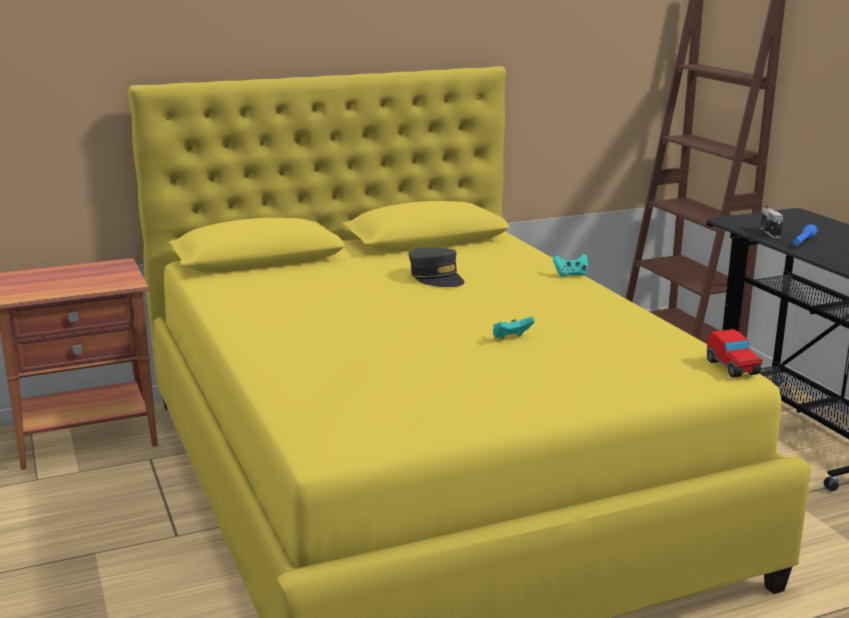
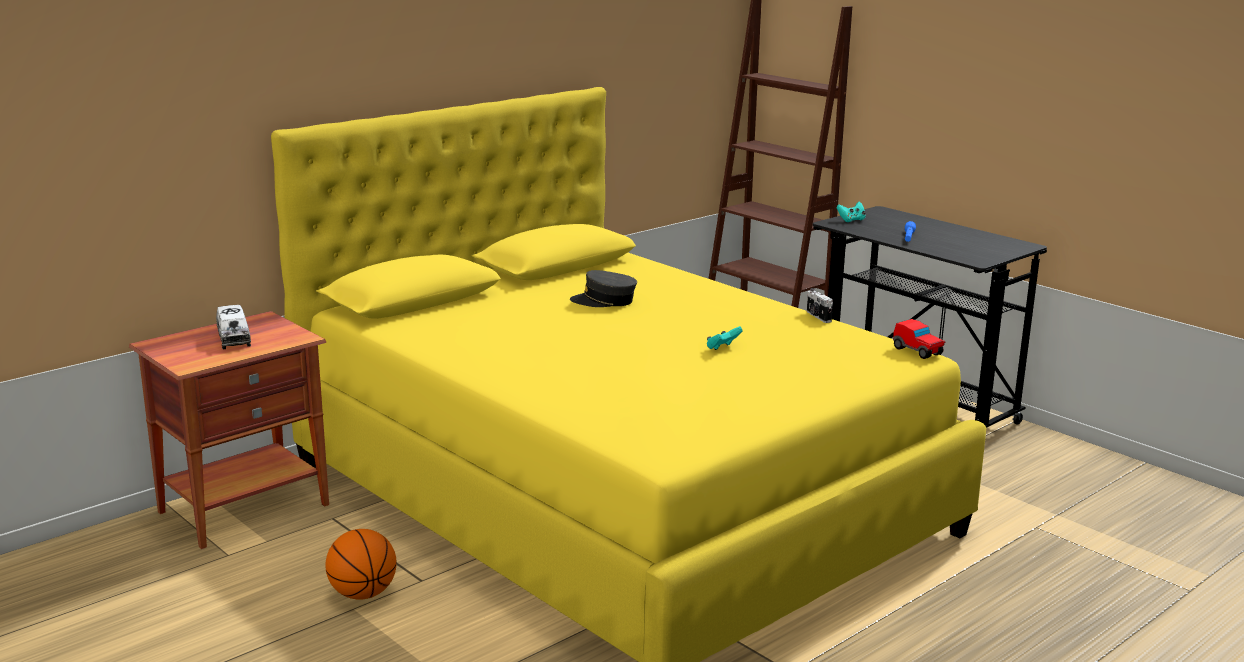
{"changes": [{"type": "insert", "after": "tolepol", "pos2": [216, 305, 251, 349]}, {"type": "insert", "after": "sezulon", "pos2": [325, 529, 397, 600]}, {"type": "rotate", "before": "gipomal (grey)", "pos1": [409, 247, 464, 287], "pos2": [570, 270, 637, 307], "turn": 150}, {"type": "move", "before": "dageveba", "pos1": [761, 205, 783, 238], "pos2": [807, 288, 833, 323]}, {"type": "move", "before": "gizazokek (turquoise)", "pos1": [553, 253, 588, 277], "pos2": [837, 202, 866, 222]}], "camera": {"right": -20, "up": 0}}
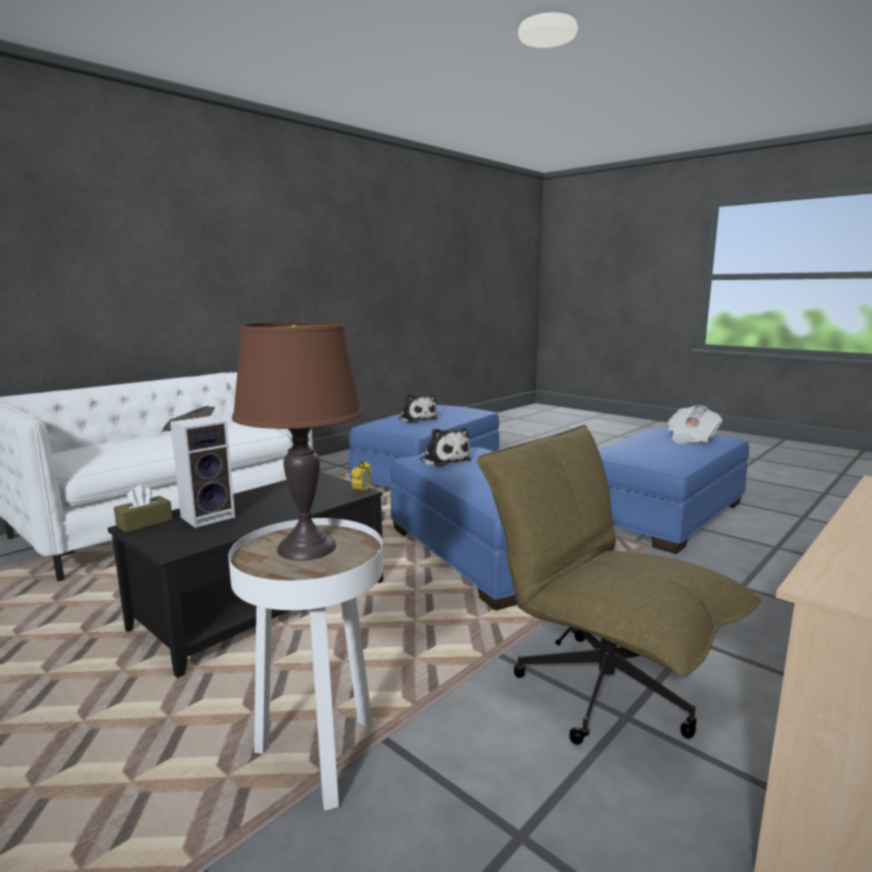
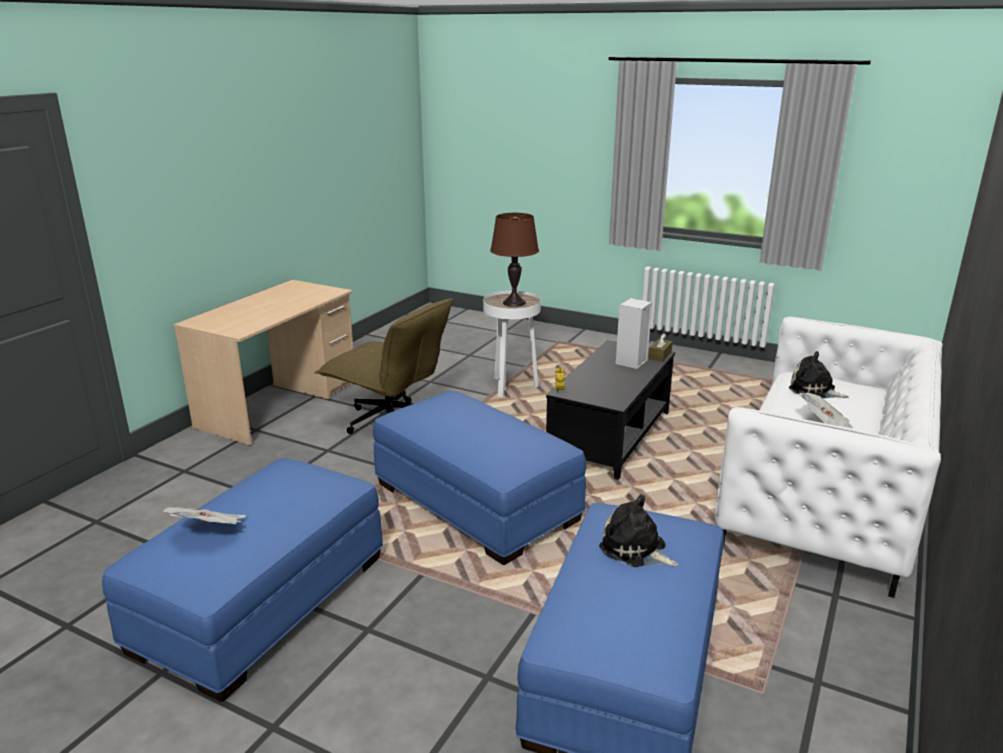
{"changes": [{"type": "move", "before": "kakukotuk", "pos1": [420, 428, 472, 467], "pos2": [789, 351, 849, 398]}], "camera": {"right": 165, "up": 10}}
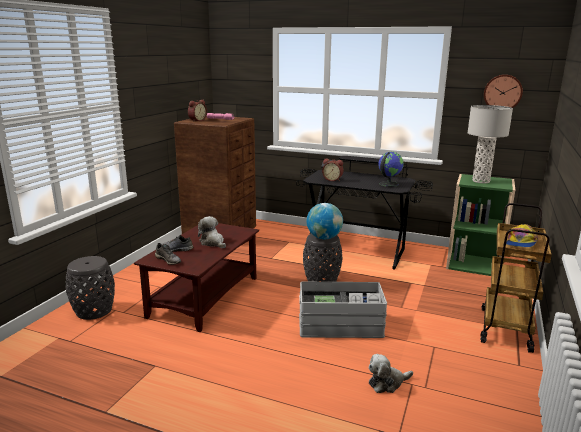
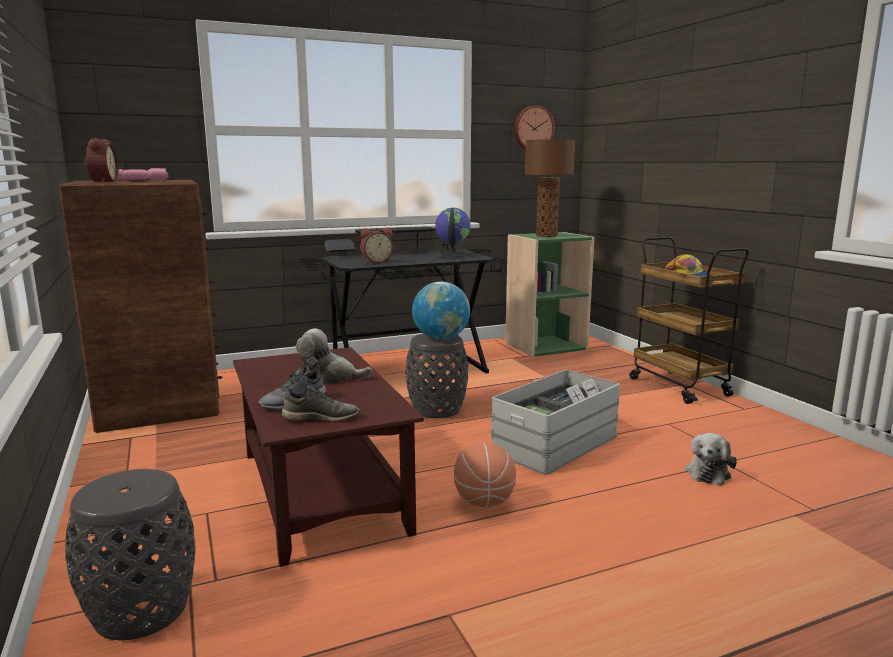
{"changes": [{"type": "insert", "after": "sezulon", "pos2": [454, 443, 516, 507]}, {"type": "recolor", "before": "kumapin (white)", "after": "kumapin (brown)", "pos1": [468, 105, 513, 183], "pos2": [525, 139, 575, 237]}], "camera": {"right": -45, "up": -5}}
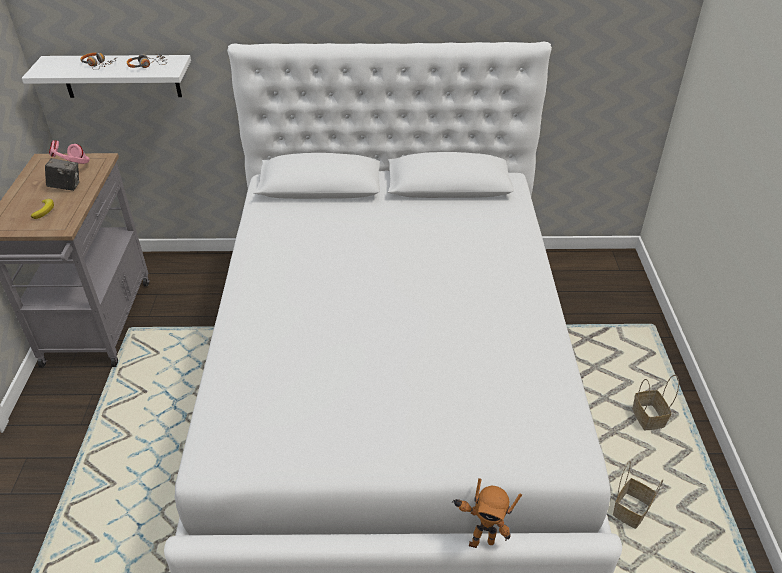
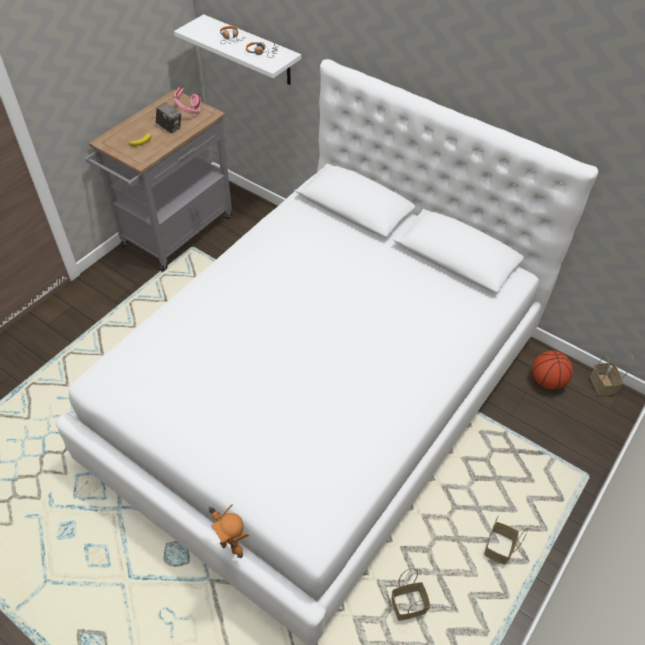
{"changes": [{"type": "insert", "after": "sezulon", "pos2": [532, 350, 573, 390]}, {"type": "insert", "after": "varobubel", "pos2": [590, 353, 633, 396]}], "camera": {"right": 35, "up": 10}}
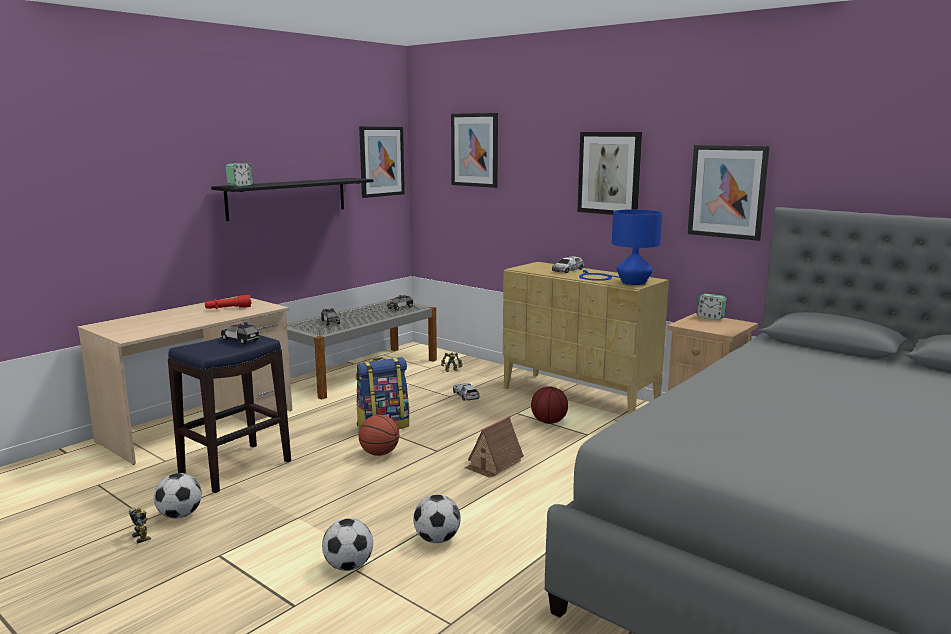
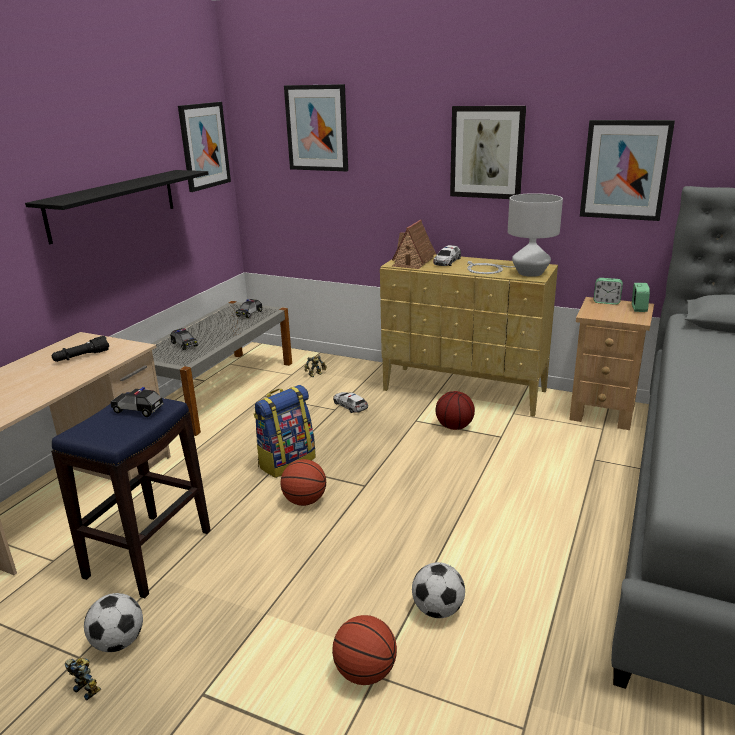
{"changes": [{"type": "recolor", "before": "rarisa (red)", "after": "rarisa (black)", "pos1": [205, 295, 251, 309], "pos2": [52, 336, 109, 362]}, {"type": "replace", "before": "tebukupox", "after": "sezulon", "pos1": [322, 518, 373, 571], "pos2": [332, 615, 397, 685]}, {"type": "move", "before": "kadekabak", "pos1": [465, 416, 524, 478], "pos2": [392, 220, 436, 269]}, {"type": "recolor", "before": "kumapin (blue)", "after": "kumapin (white)", "pos1": [579, 209, 662, 285], "pos2": [467, 193, 563, 277]}, {"type": "move", "before": "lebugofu", "pos1": [226, 163, 253, 187], "pos2": [632, 283, 650, 312]}], "camera": {"right": -15, "up": 10}}
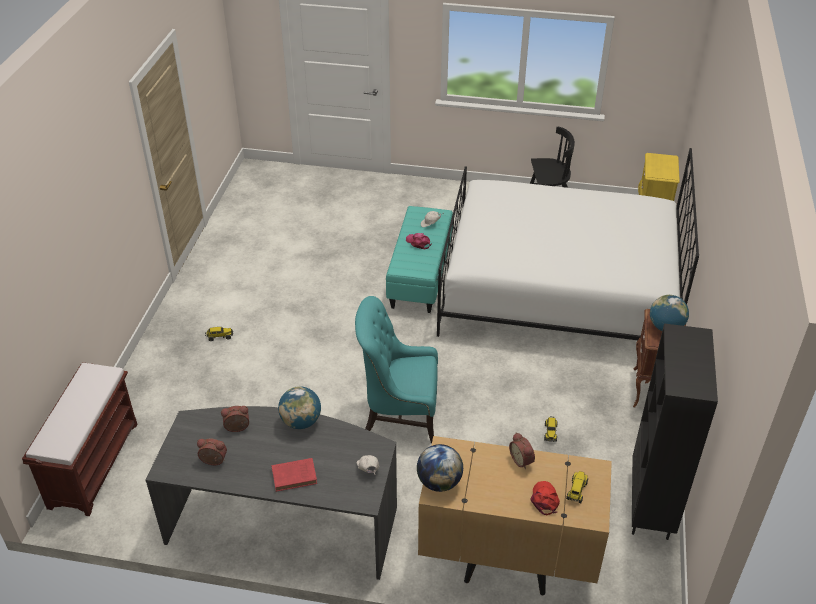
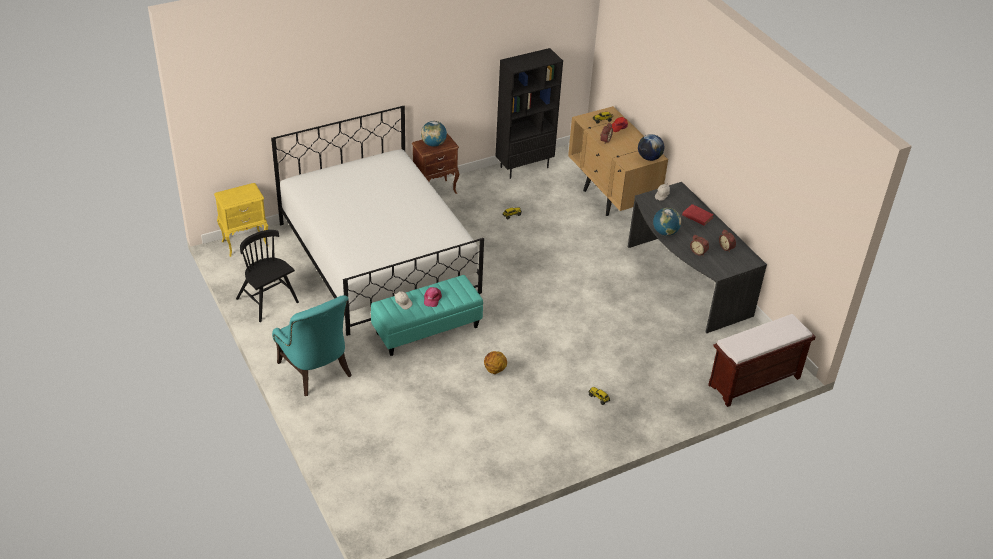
{"changes": [{"type": "move", "before": "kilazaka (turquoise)", "pos1": [355, 296, 438, 443], "pos2": [272, 295, 352, 396]}, {"type": "insert", "after": "sezulon", "pos2": [484, 351, 507, 374]}], "camera": {"right": -130, "up": 0}}
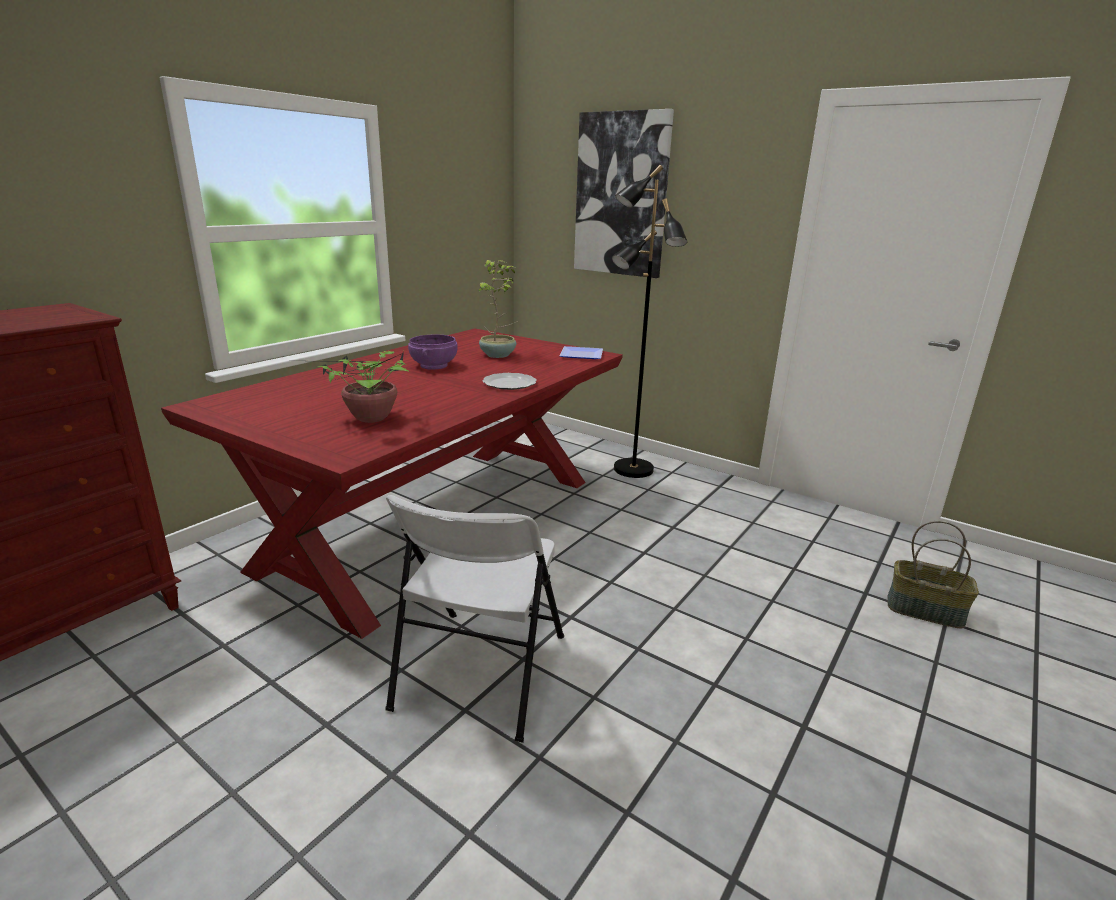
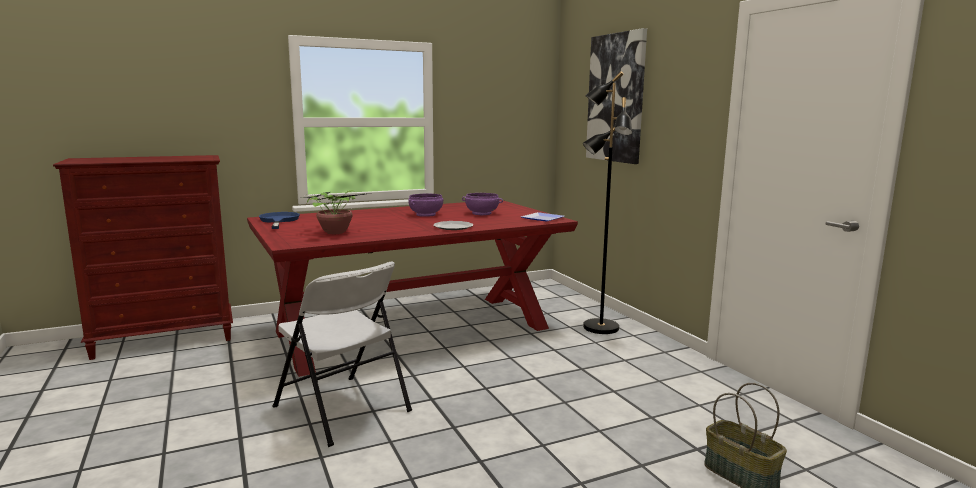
{"changes": [{"type": "insert", "after": "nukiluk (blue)", "pos2": [259, 212, 300, 229]}, {"type": "rotate", "before": "kilazaka (white)", "pos1": [385, 495, 564, 743], "pos2": [273, 261, 412, 447], "turn": -90}, {"type": "replace", "before": "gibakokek", "after": "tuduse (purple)", "pos1": [475, 260, 518, 358], "pos2": [462, 193, 503, 215]}], "camera": {"right": 30, "up": -10}}
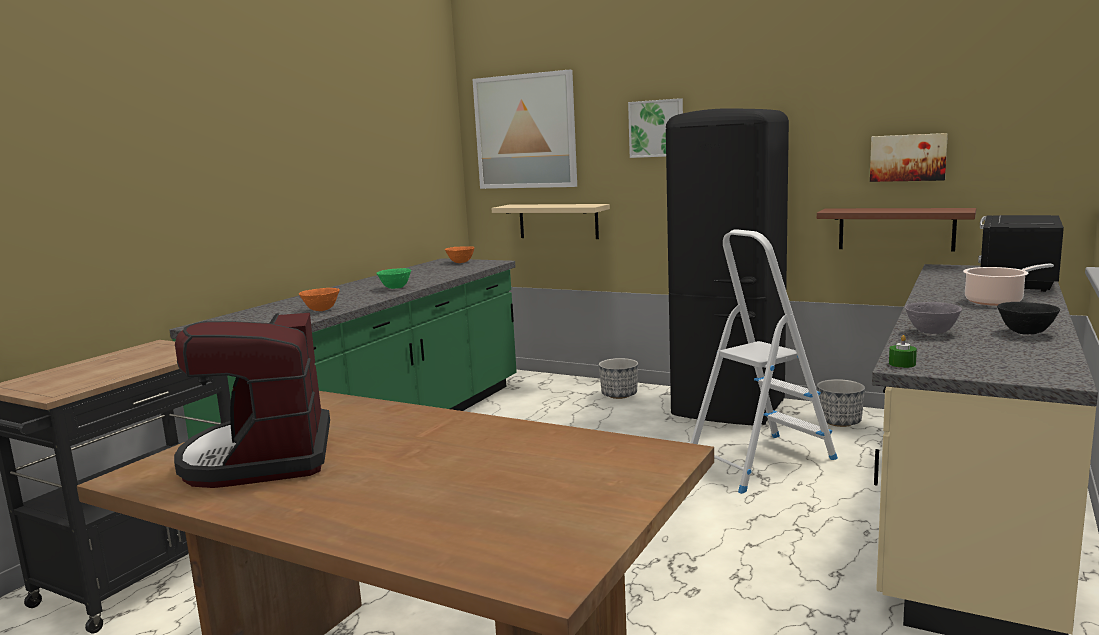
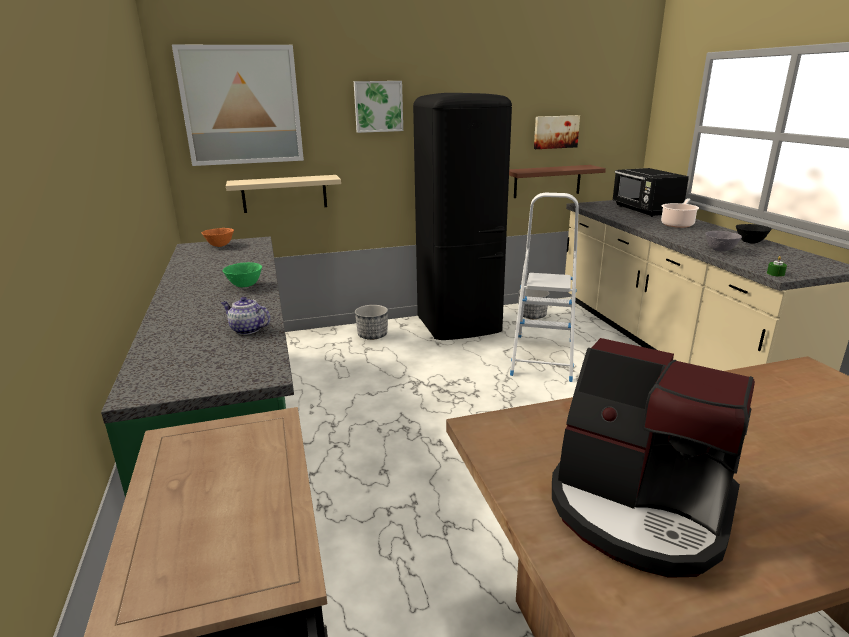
{"changes": [{"type": "replace", "before": "tuduse (orange)", "after": "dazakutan", "pos1": [299, 288, 340, 311], "pos2": [221, 297, 270, 335]}], "camera": {"right": -45, "up": 10}}
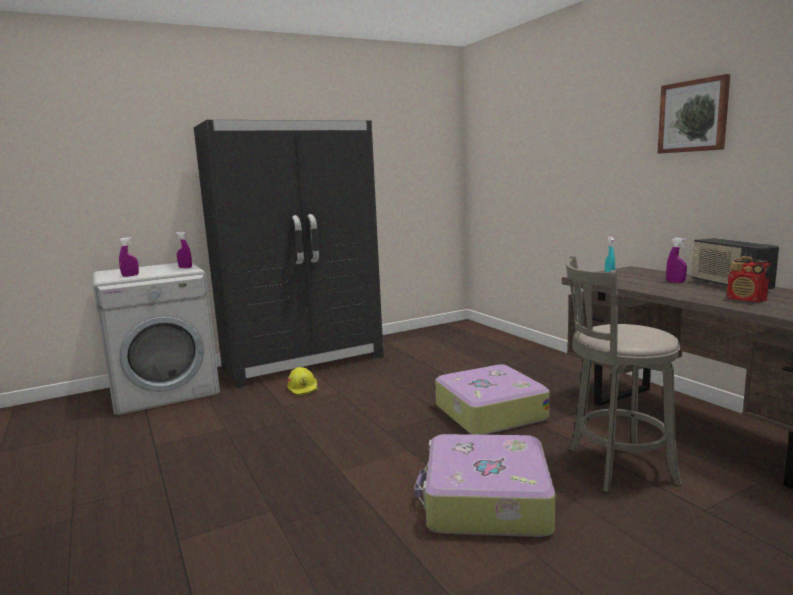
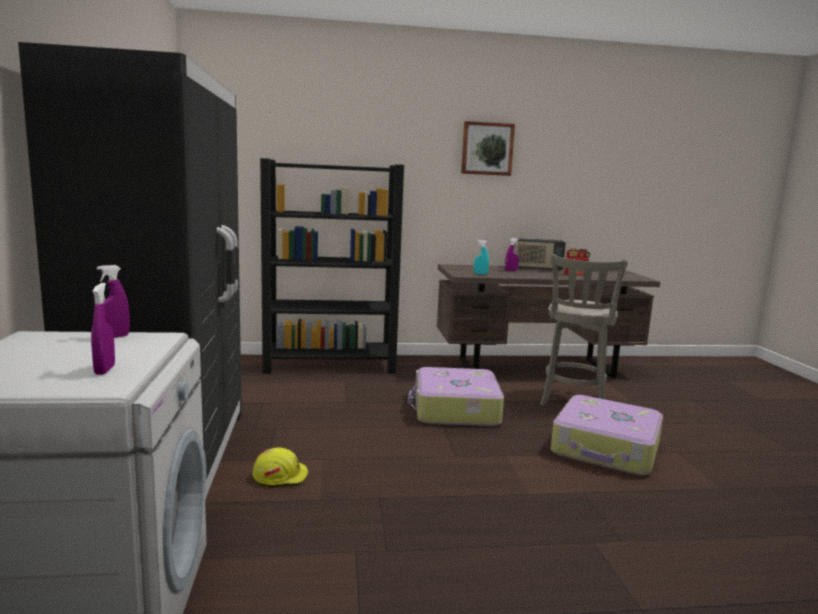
{"changes": [{"type": "insert", "after": "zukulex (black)", "pos2": [260, 158, 404, 374]}], "camera": {"right": -70, "up": 0}}
